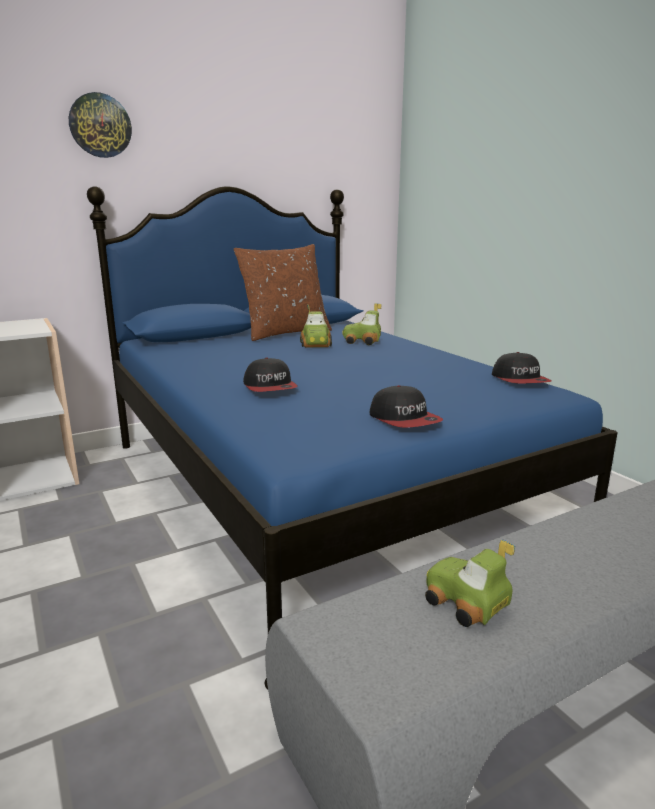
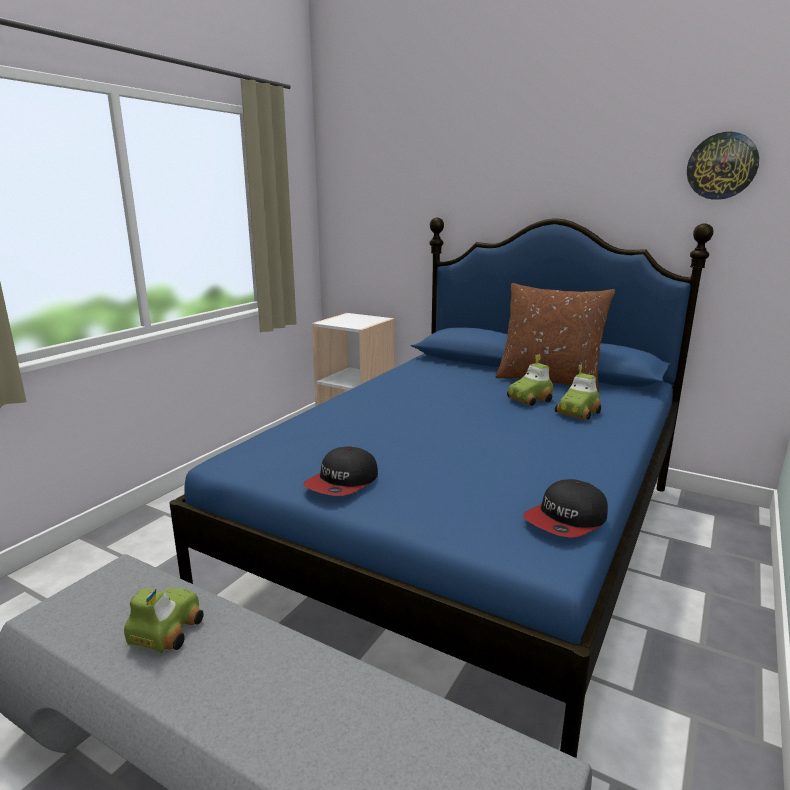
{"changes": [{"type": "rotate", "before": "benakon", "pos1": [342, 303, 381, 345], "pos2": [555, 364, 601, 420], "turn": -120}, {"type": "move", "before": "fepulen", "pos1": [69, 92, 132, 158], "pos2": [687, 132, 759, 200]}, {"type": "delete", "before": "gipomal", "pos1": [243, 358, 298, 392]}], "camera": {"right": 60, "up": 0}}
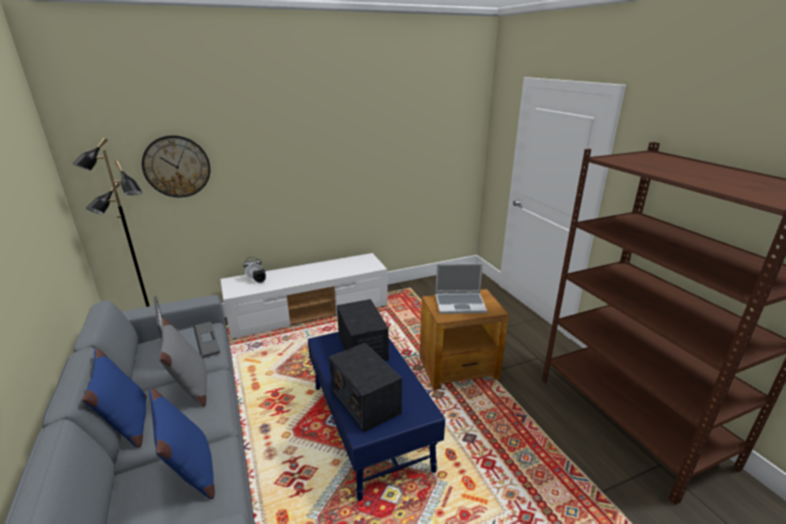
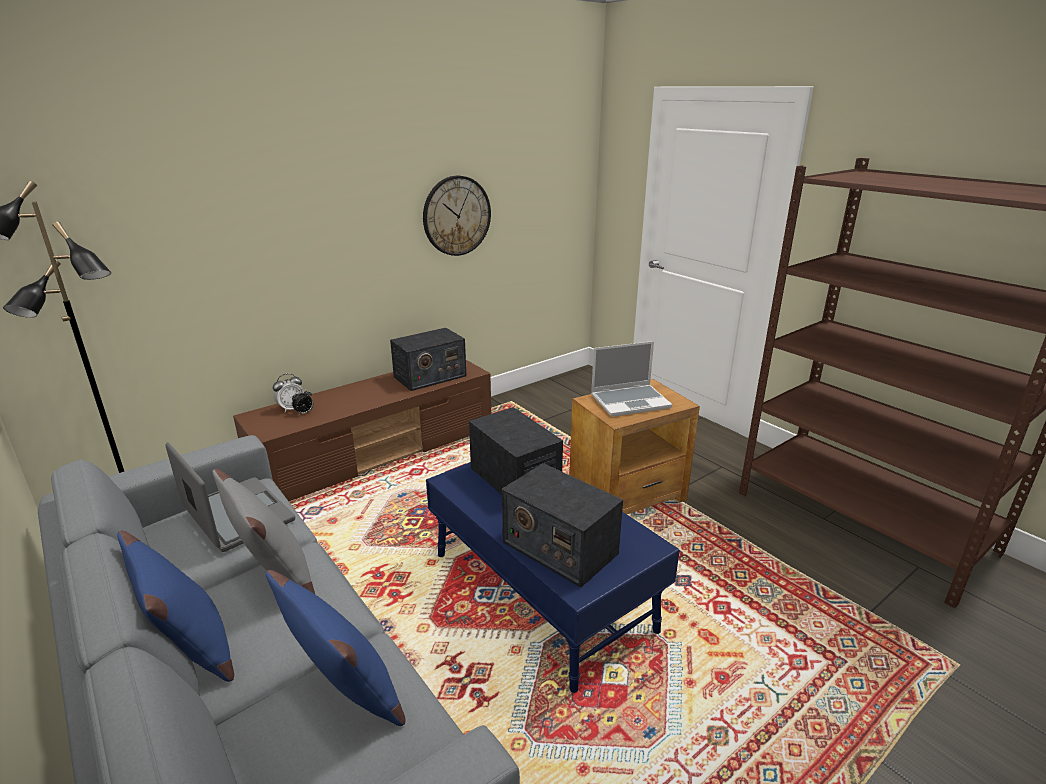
{"changes": [{"type": "recolor", "before": "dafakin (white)", "after": "dafakin (brown)", "pos1": [221, 253, 388, 340], "pos2": [233, 360, 491, 501]}, {"type": "insert", "after": "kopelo", "pos2": [390, 328, 467, 391]}, {"type": "move", "before": "fepulen", "pos1": [142, 135, 210, 198], "pos2": [423, 176, 491, 256]}], "camera": {"right": -15, "up": 0}}
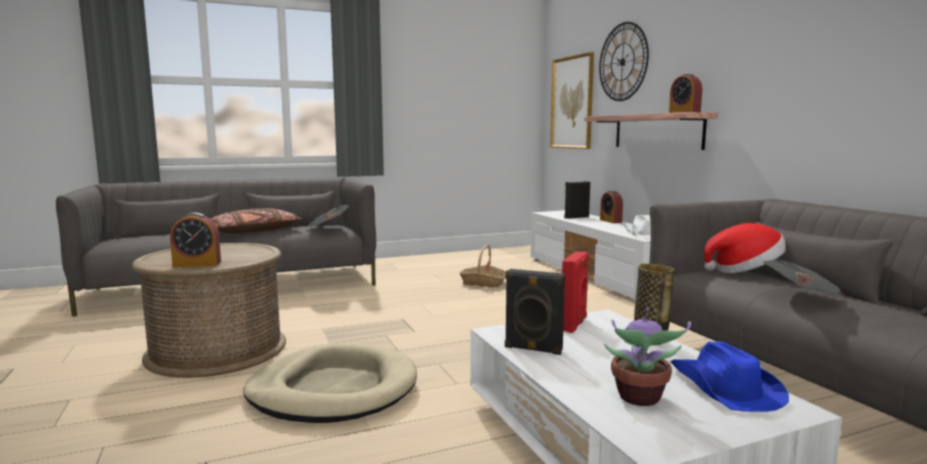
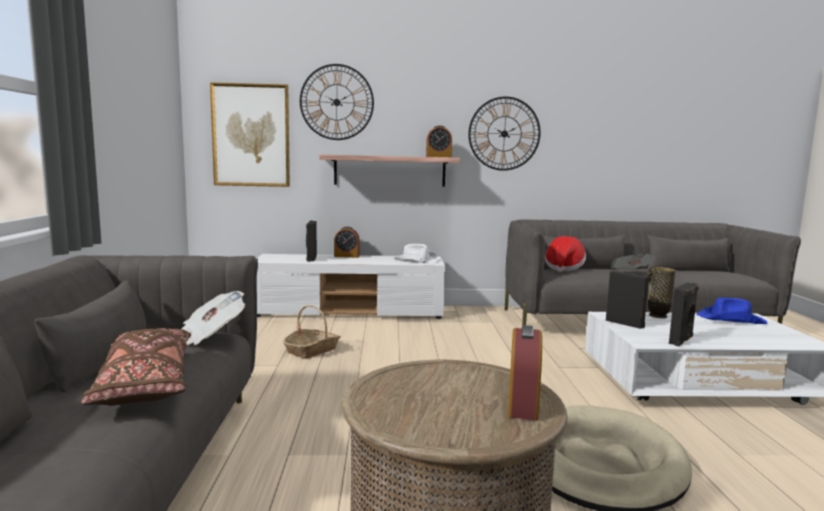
{"changes": [{"type": "insert", "after": "fepulen", "pos2": [468, 97, 540, 171]}, {"type": "recolor", "before": "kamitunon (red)", "after": "kamitunon (black)", "pos1": [562, 251, 589, 333], "pos2": [606, 270, 650, 329]}, {"type": "delete", "before": "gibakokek", "pos1": [604, 307, 691, 406]}], "camera": {"right": -70, "up": 0}}
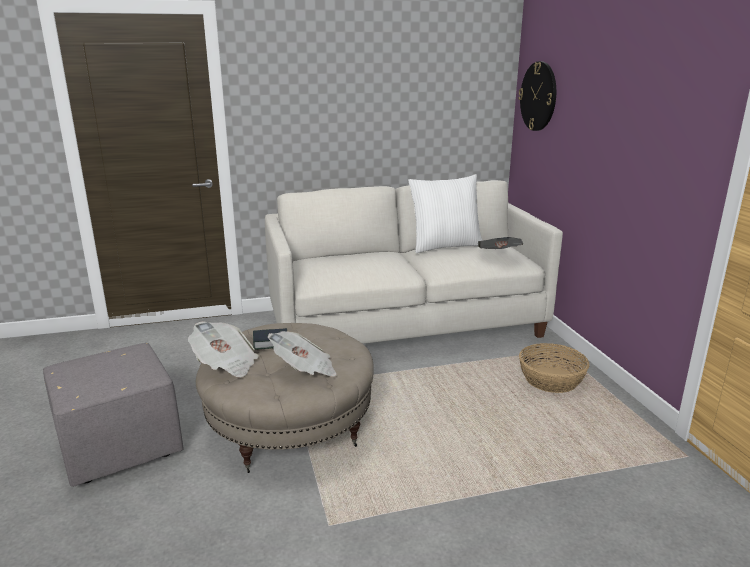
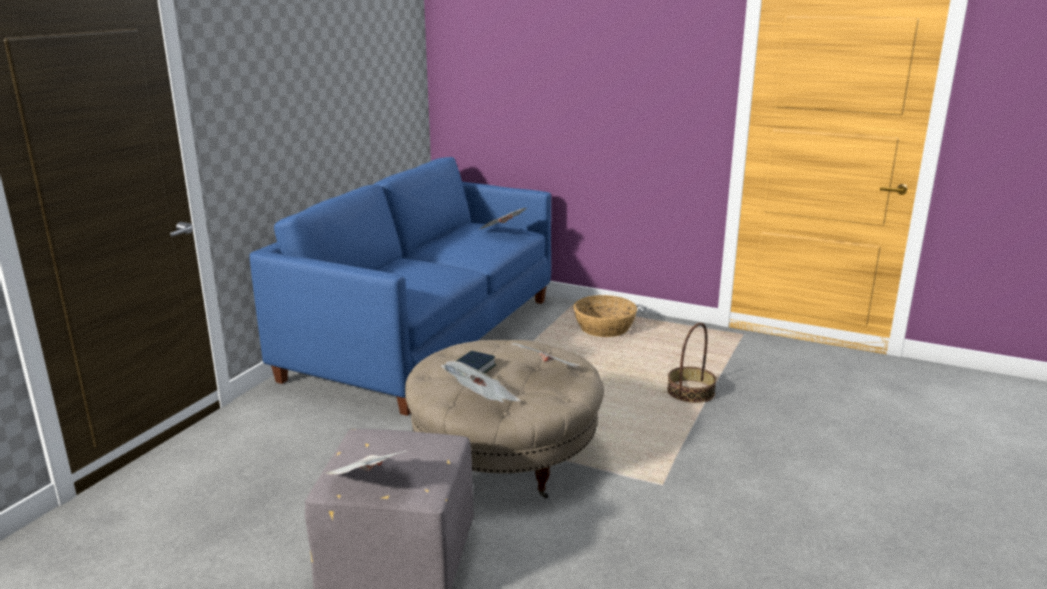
{"changes": [{"type": "recolor", "before": "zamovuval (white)", "after": "zamovuval (blue)", "pos1": [265, 180, 563, 344], "pos2": [250, 157, 551, 416]}, {"type": "insert", "after": "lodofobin", "pos2": [324, 451, 408, 474]}, {"type": "insert", "after": "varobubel", "pos2": [667, 323, 717, 403]}, {"type": "delete", "before": "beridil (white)", "pos1": [408, 174, 483, 253]}, {"type": "delete", "before": "fepulen", "pos1": [518, 61, 556, 131]}], "camera": {"right": -50, "up": 0}}
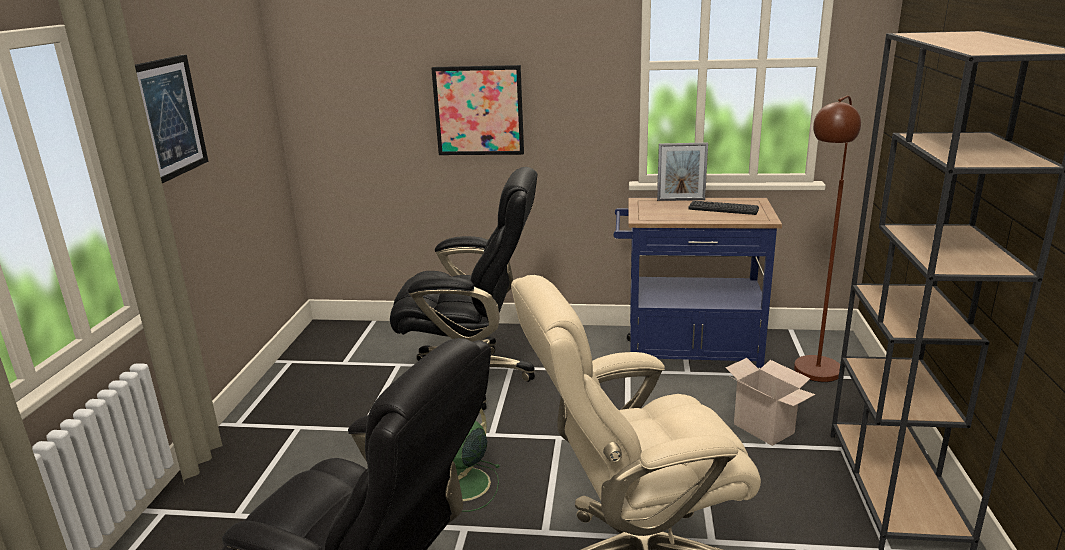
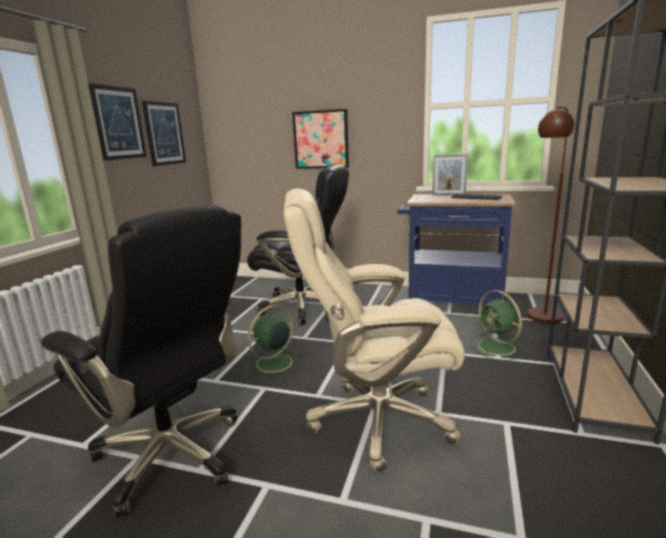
{"changes": [{"type": "insert", "after": "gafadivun", "pos2": [142, 101, 186, 166]}, {"type": "replace", "before": "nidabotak", "after": "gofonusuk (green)", "pos1": [726, 358, 815, 446], "pos2": [470, 290, 527, 361]}], "camera": {"right": 10, "up": -5}}
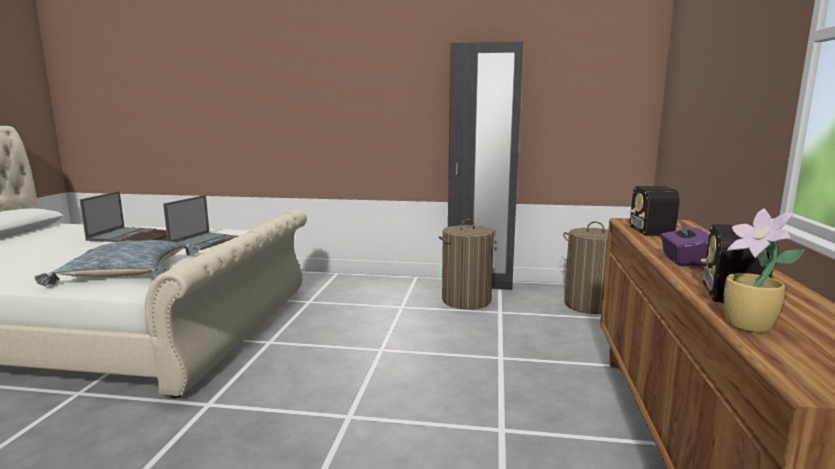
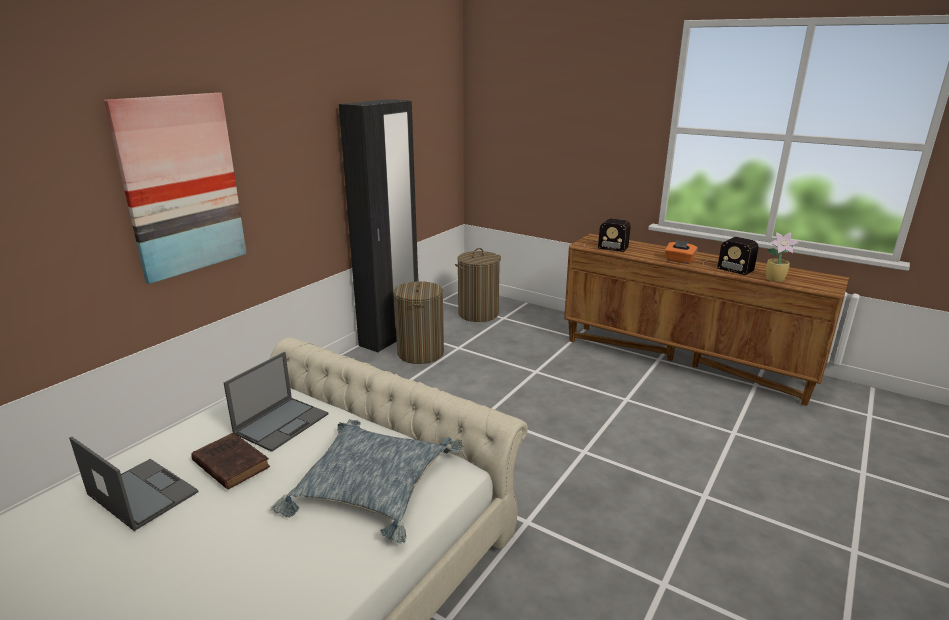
{"changes": [{"type": "insert", "after": "gafadivun", "pos2": [104, 93, 247, 284]}, {"type": "rotate", "before": "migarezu", "pos1": [163, 195, 238, 250], "pos2": [224, 352, 328, 452], "turn": 75}, {"type": "recolor", "before": "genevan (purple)", "after": "genevan (orange)", "pos1": [661, 219, 709, 266], "pos2": [665, 239, 698, 264]}], "camera": {"right": -65, "up": 10}}
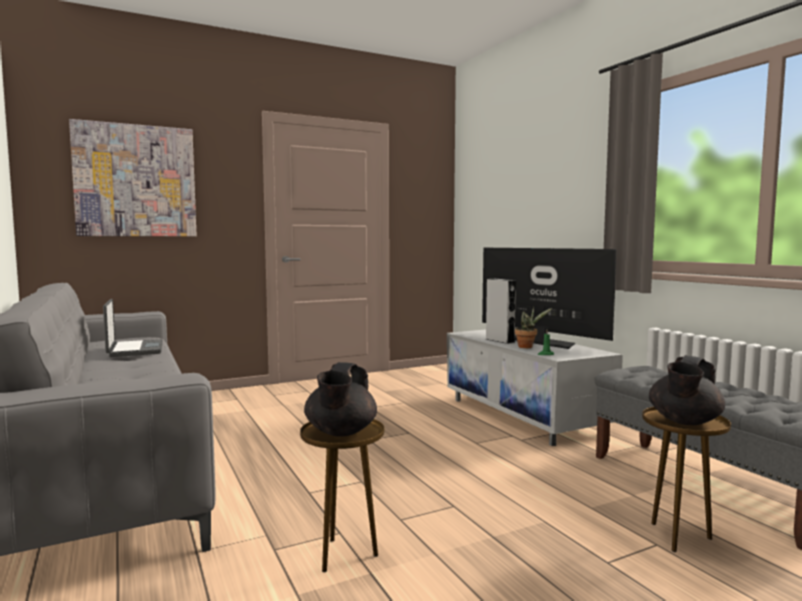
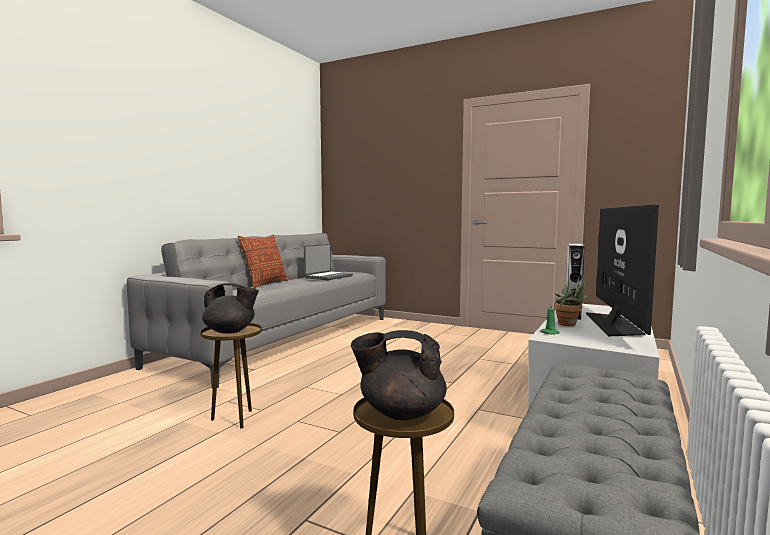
{"changes": [{"type": "rotate", "before": "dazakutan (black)", "pos1": [304, 362, 377, 437], "pos2": [202, 283, 259, 334], "turn": -150}, {"type": "insert", "after": "beridil (brown)", "pos2": [238, 234, 288, 289]}, {"type": "delete", "before": "gafadivun", "pos1": [69, 119, 197, 236]}], "camera": {"right": 55, "up": 0}}
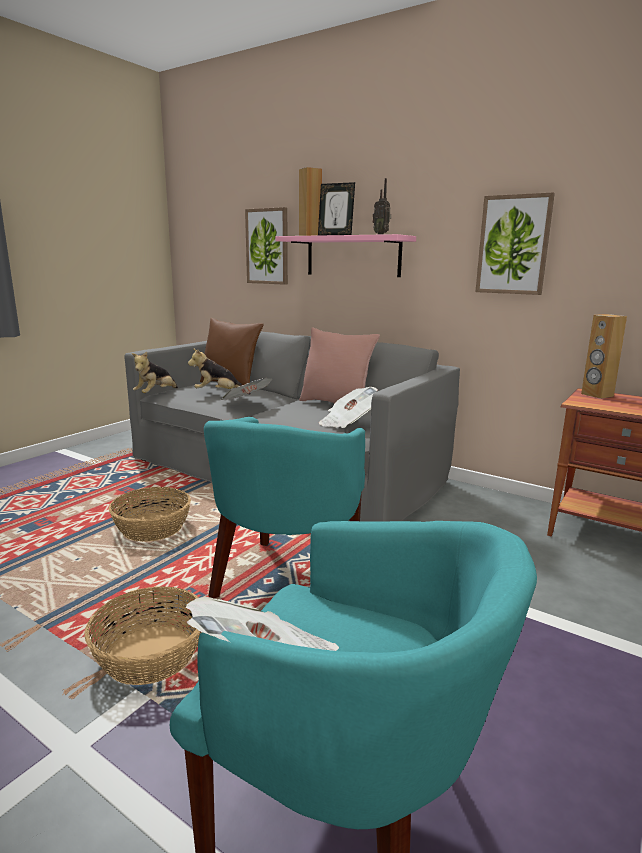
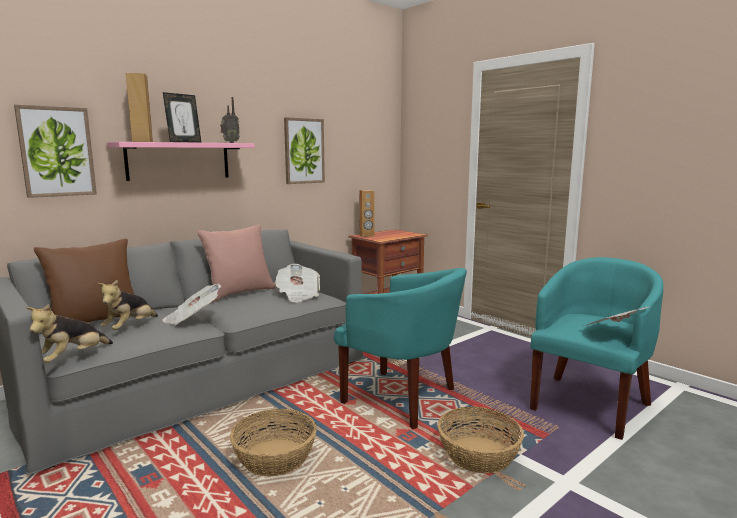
{"changes": [{"type": "rotate", "before": "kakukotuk", "pos1": [132, 352, 178, 393], "pos2": [26, 304, 113, 363], "turn": 75}], "camera": {"right": -75, "up": -5}}
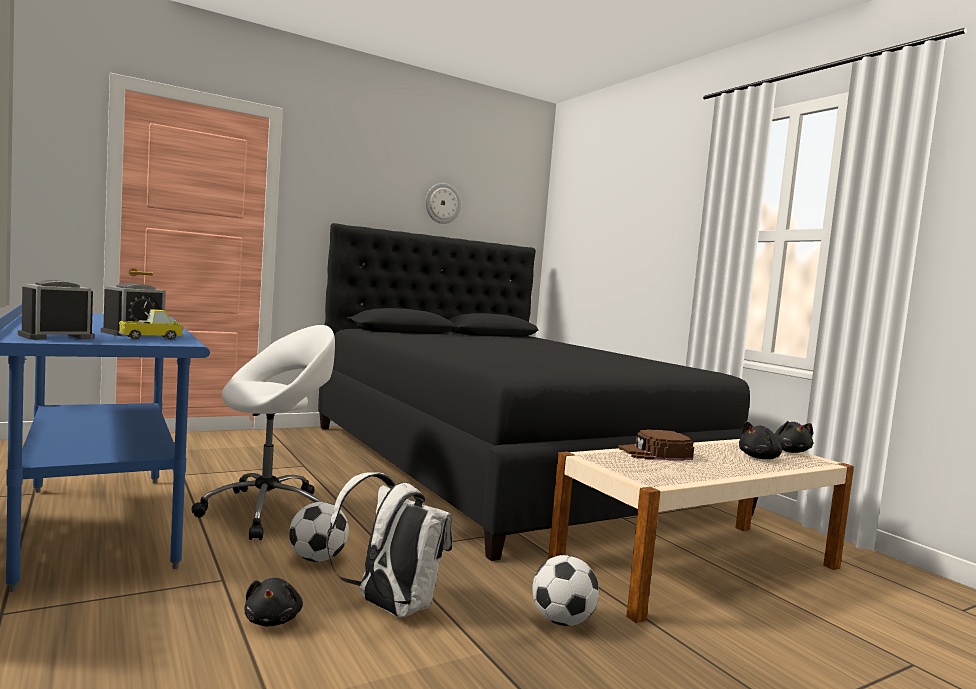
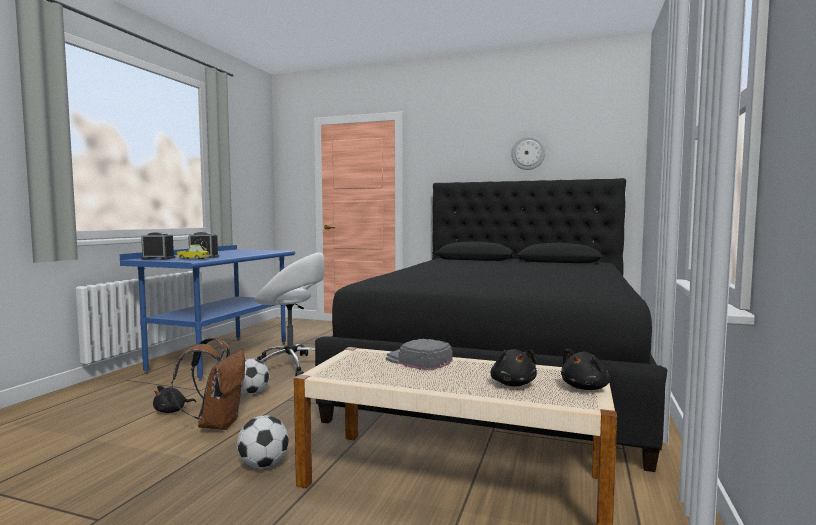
{"changes": [{"type": "recolor", "before": "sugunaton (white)", "after": "sugunaton (brown)", "pos1": [326, 472, 452, 617], "pos2": [172, 337, 245, 430]}, {"type": "recolor", "before": "gipomal (brown)", "after": "gipomal (grey)", "pos1": [618, 430, 694, 461], "pos2": [386, 339, 453, 370]}, {"type": "rotate", "before": "kakukotuk (black)", "pos1": [739, 421, 782, 459], "pos2": [490, 349, 537, 387], "turn": -120}], "camera": {"right": 50, "up": 0}}
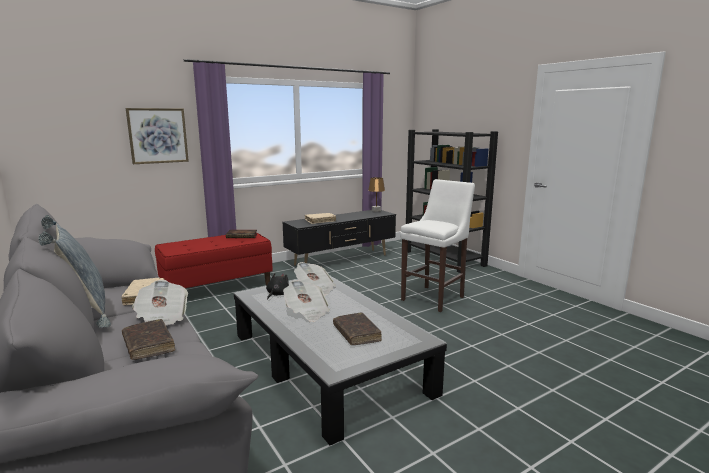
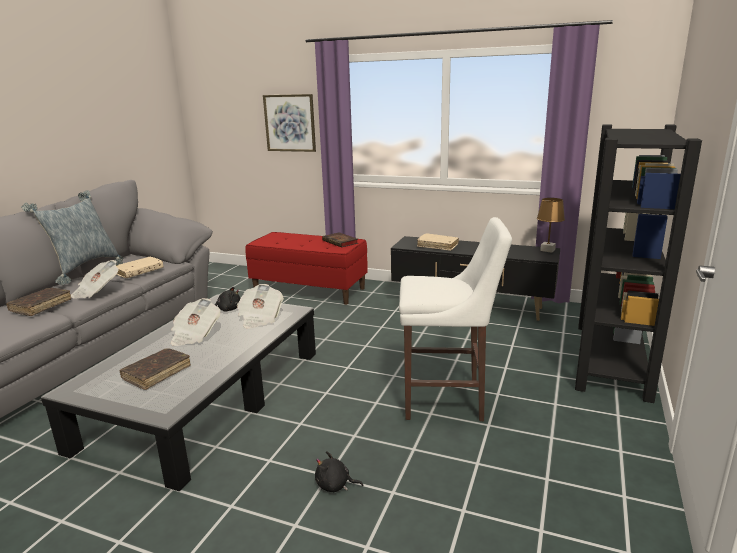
{"changes": [{"type": "insert", "after": "kakukotuk (black)", "pos2": [315, 451, 363, 492]}], "camera": {"right": 55, "up": 5}}
